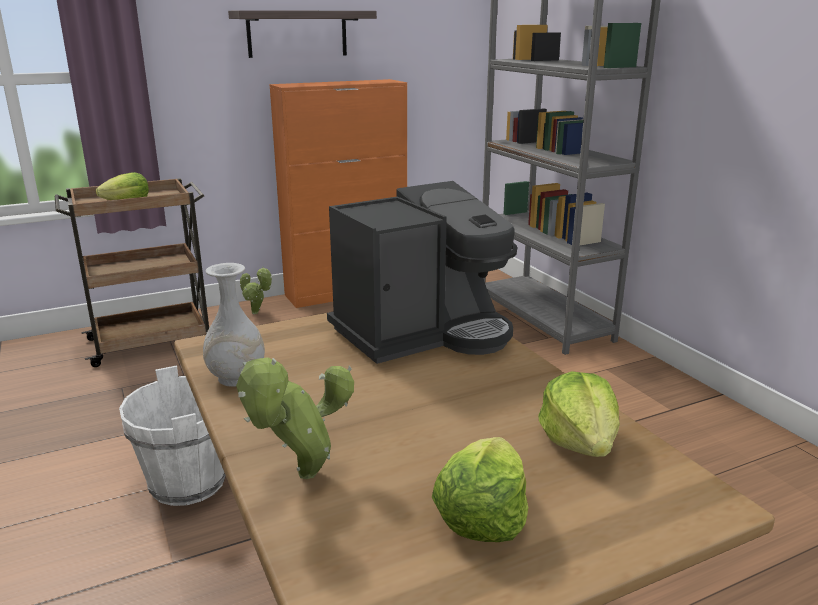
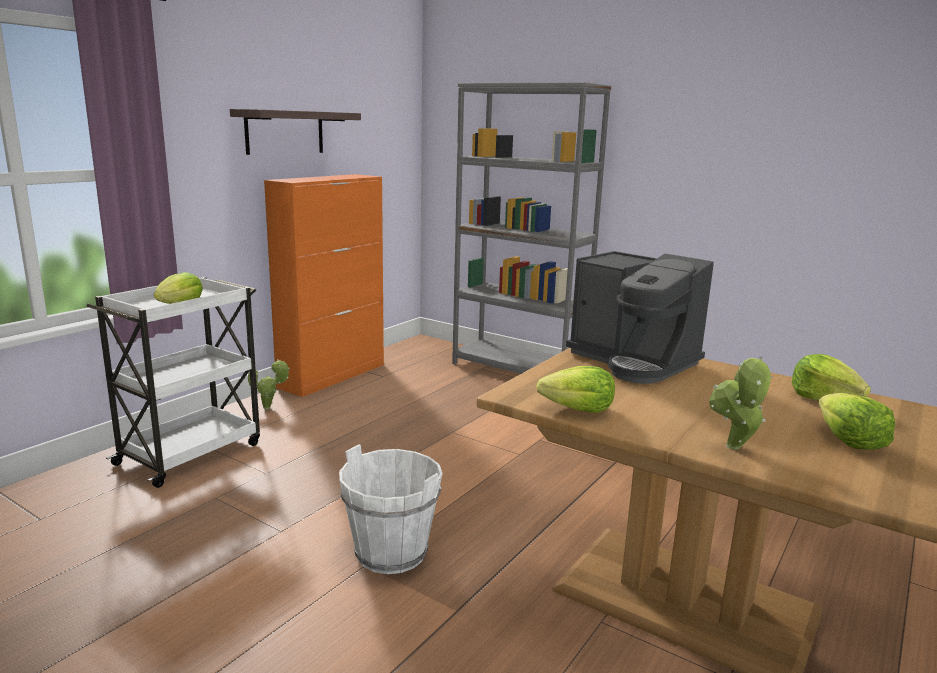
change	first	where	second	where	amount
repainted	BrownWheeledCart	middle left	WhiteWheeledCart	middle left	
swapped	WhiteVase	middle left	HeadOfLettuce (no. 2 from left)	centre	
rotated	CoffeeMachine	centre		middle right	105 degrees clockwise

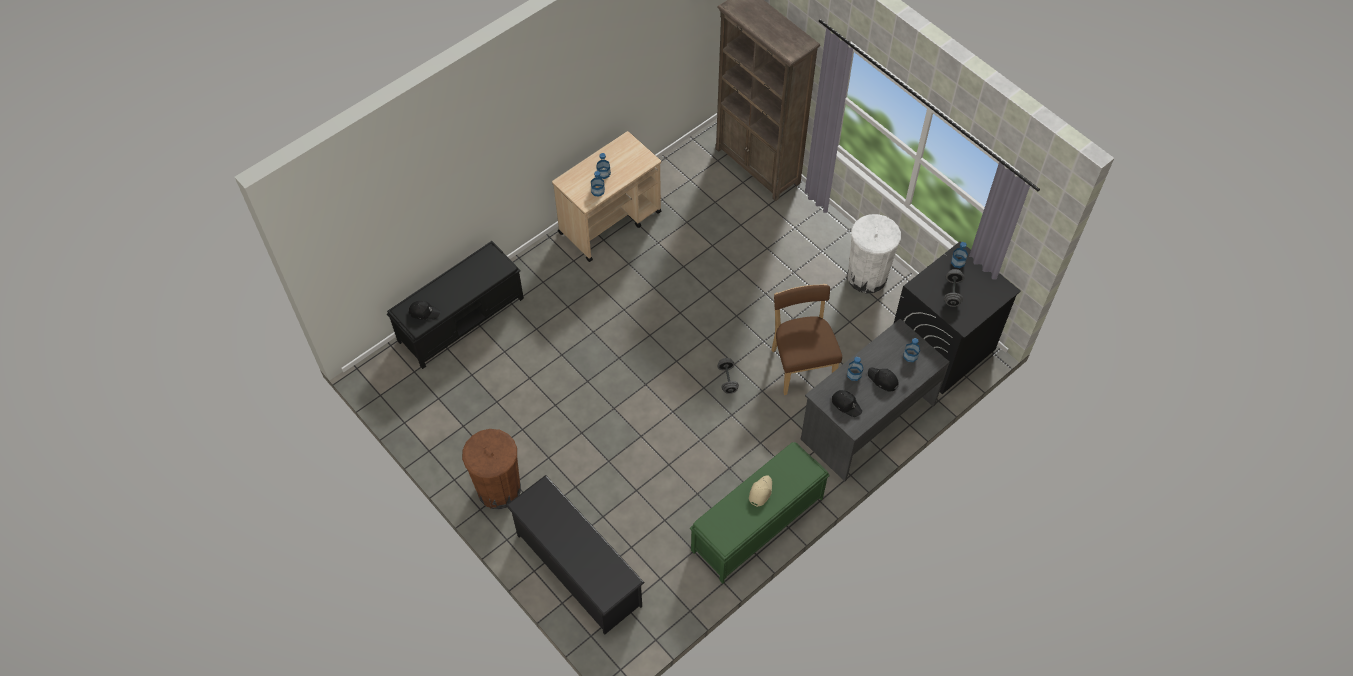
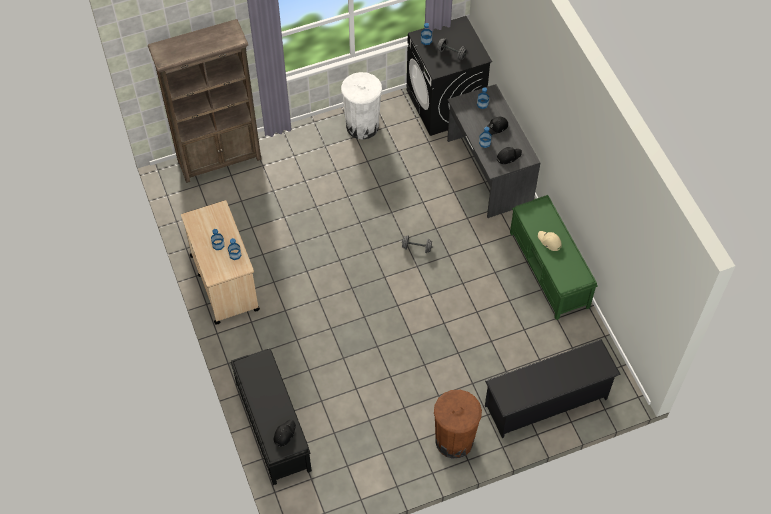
change	first	where	second	where	amount
gone	BrownPlainChair	centre			

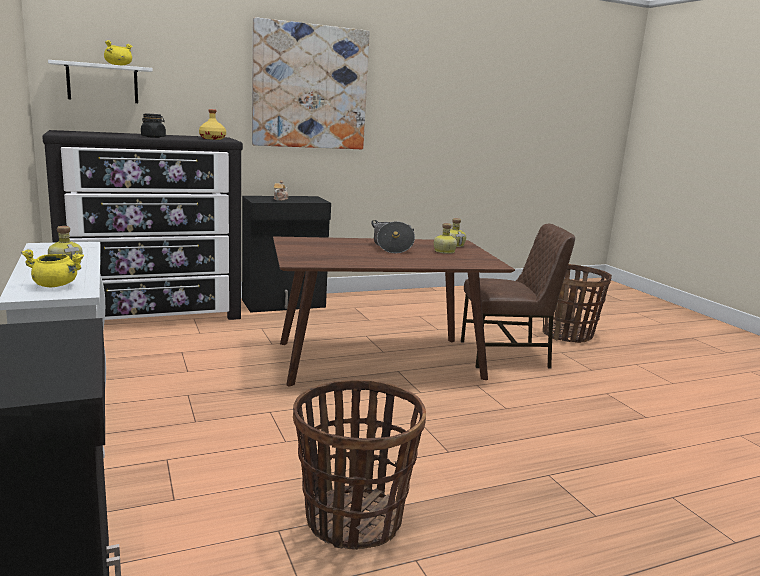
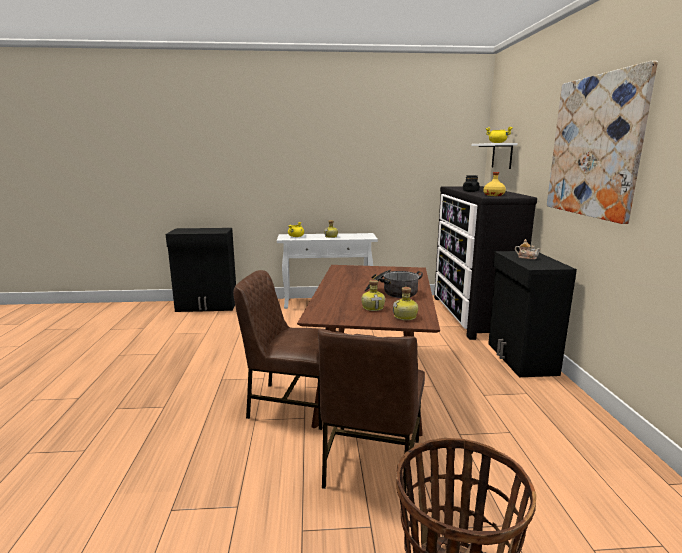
change	first	where	second	where	amount
gone	Basket (no. 1 from left)	bottom centre			
new			BrownPlainChair (no. 1 from left)	centre	

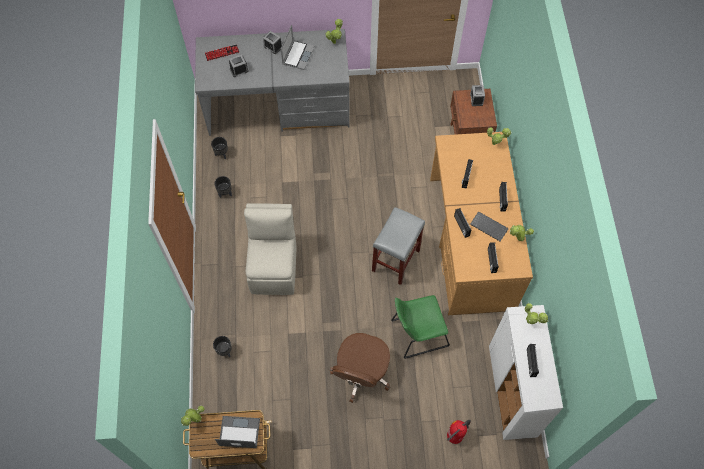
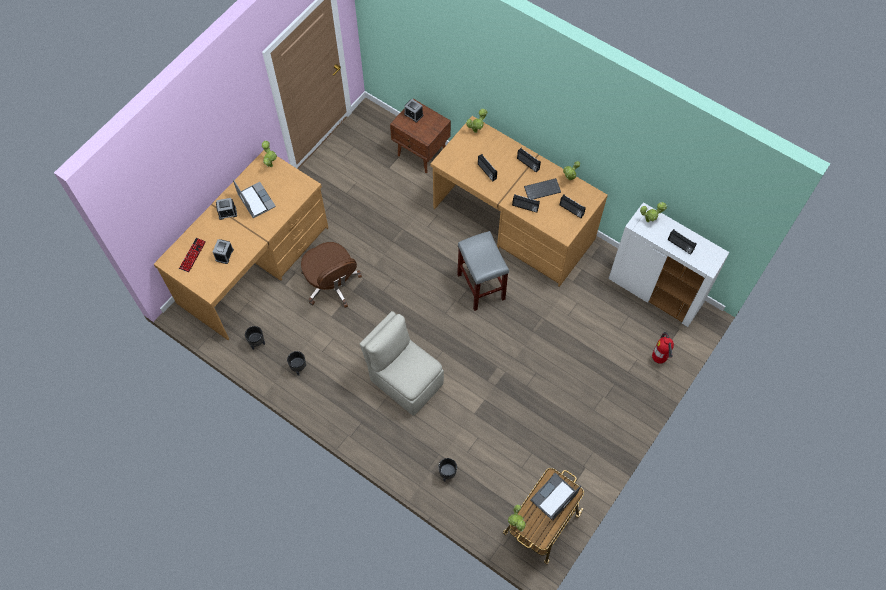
change	first	where	second	where	amount
repainted	GreyDeskUnit	top centre	BrownDeskUnit (no. 1 from left)	middle left	
shifted	BrownOfficeChair	bottom centre		centre	
gone	GreenPlainChair	bottom centre			

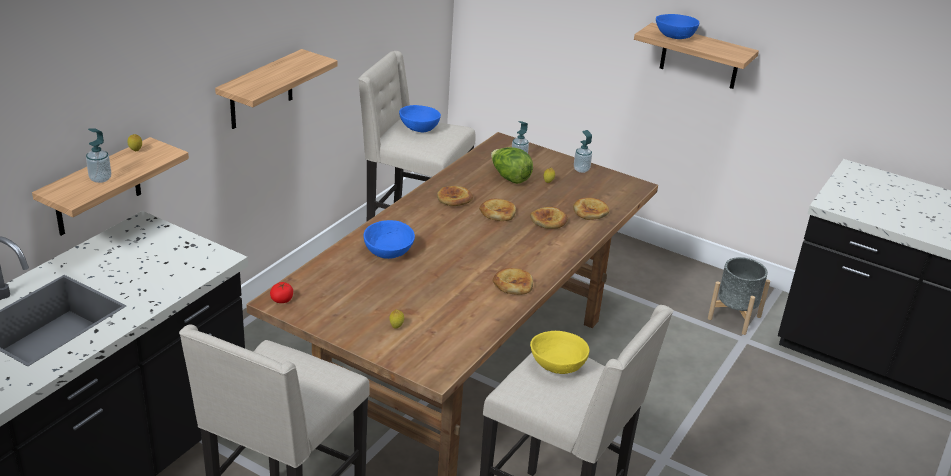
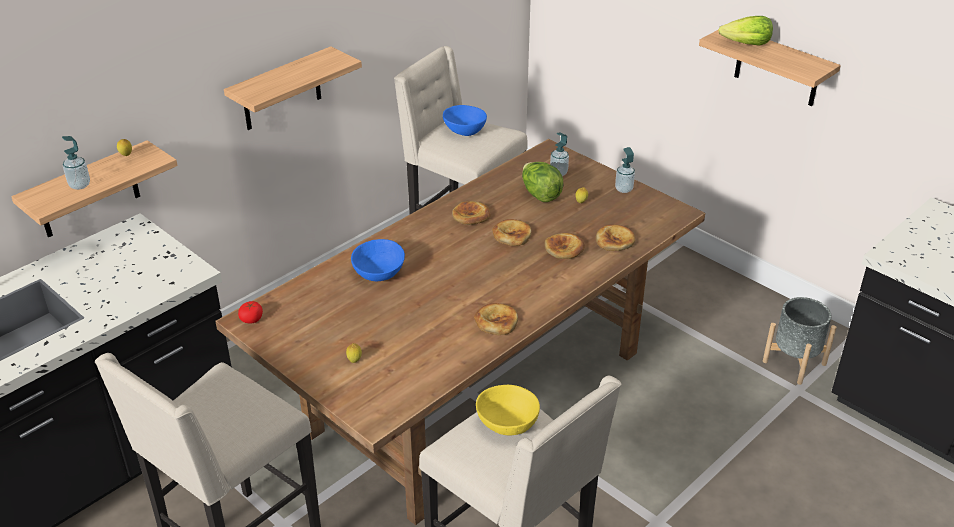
change	first	where	second	where	amount
swapped	BlueDeepDish (no. 3 from left)	top right	HeadOfLettuce (no. 2 from left)	top right	

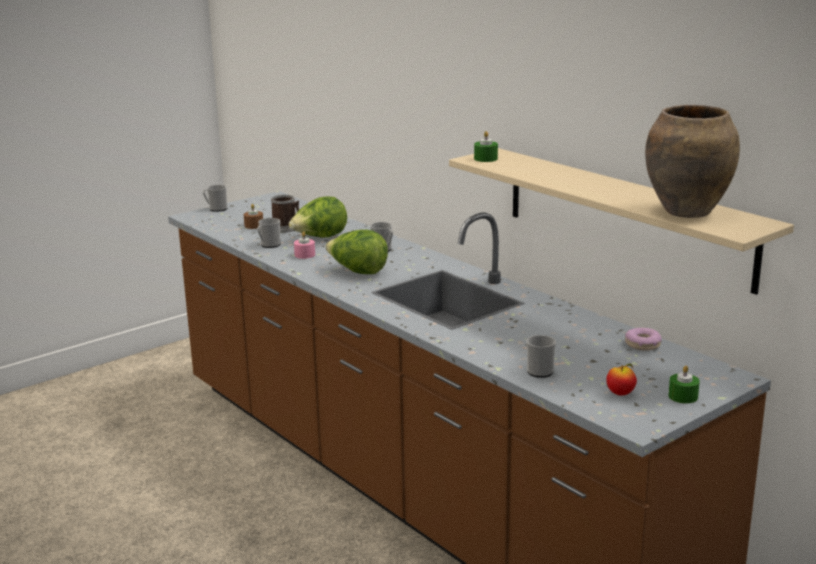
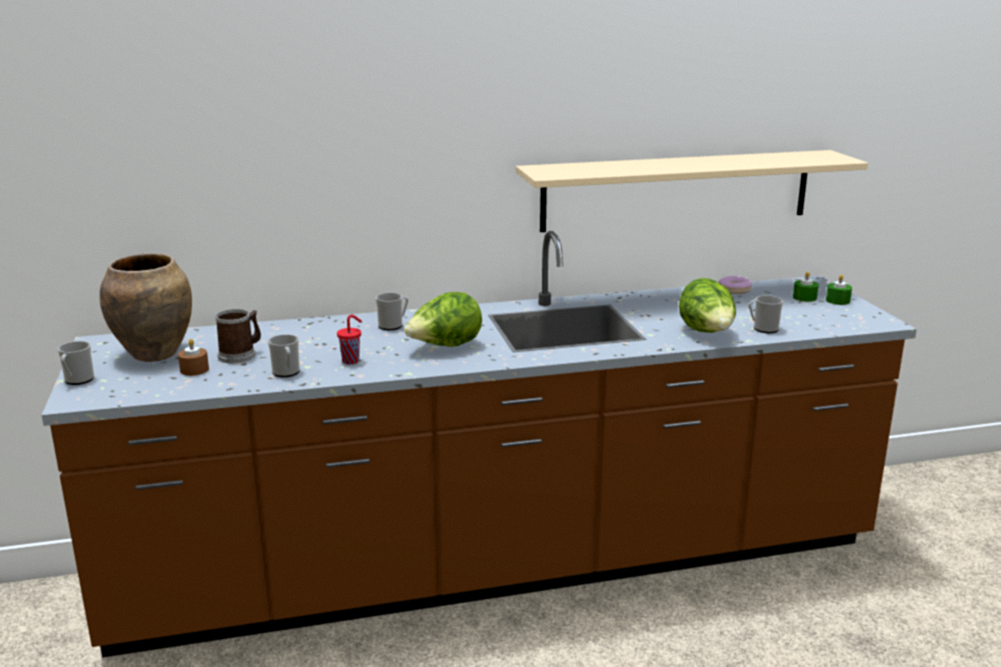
change	first	where	second	where	amount
shifted	HeadOfLettuce (no. 1 from left in the first image)	centre	HeadOfLettuce (no. 2 from left)	middle right	
swapped	PinkColouredWaxCandle	centre	RedColouredSmallCup	centre	
shifted	GreenWaxCandle (no. 1 from left)	top centre		middle right	
gone	AppleFruit	bottom right			
shifted	BrownVase	top right		middle left	

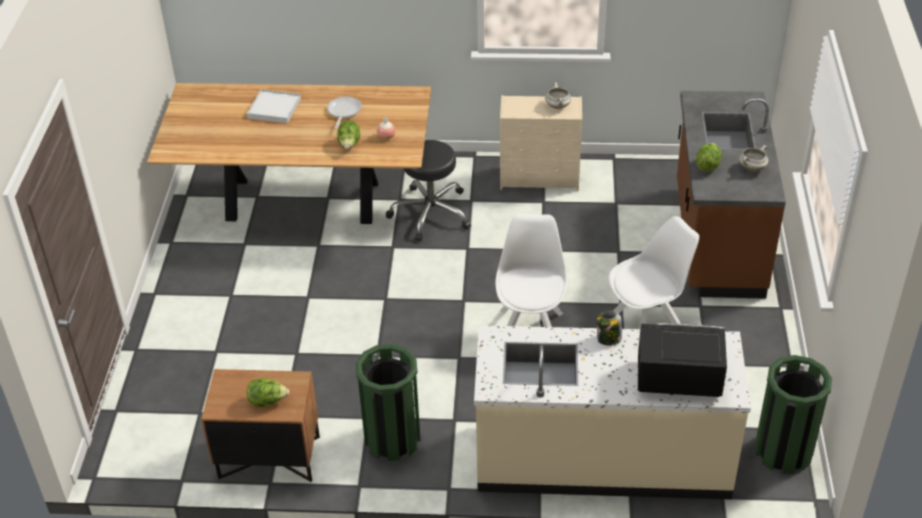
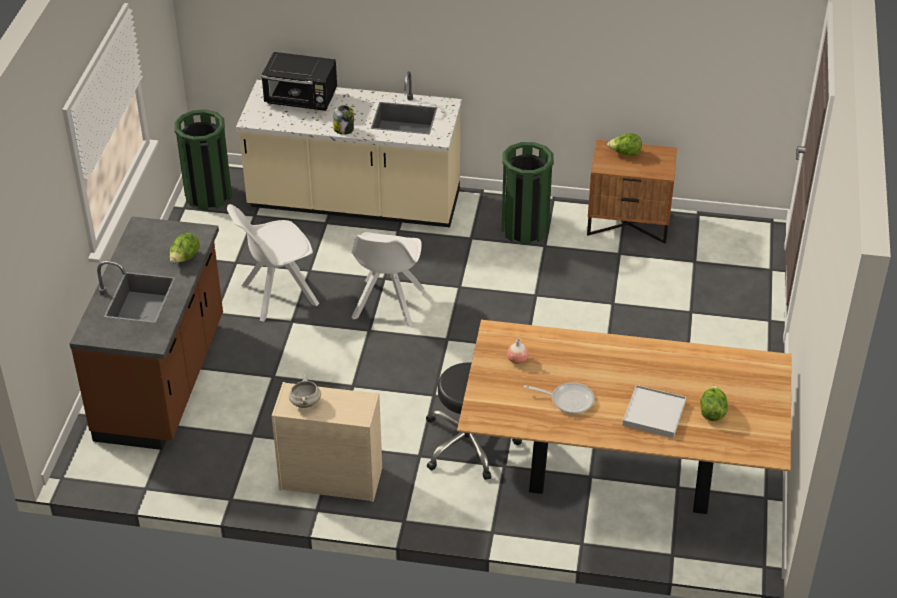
change	first	where	second	where	amount
rotated	Pan	top centre		centre	90 degrees counterclockwise
shifted	HeadOfLettuce (no. 2 from left in the first image)	top centre	HeadOfLettuce (no. 3 from left)	bottom right	
gone	WhiteSaucepot (no. 2 from left)	top right			

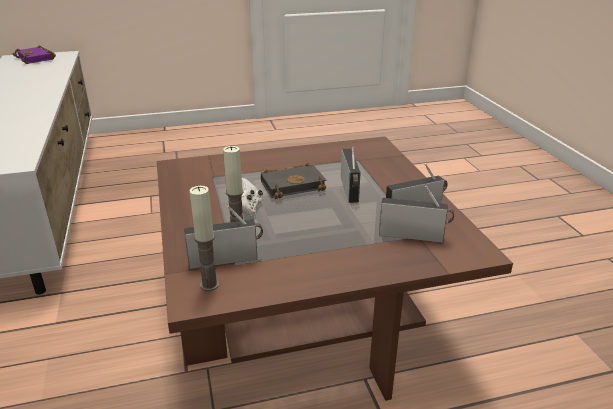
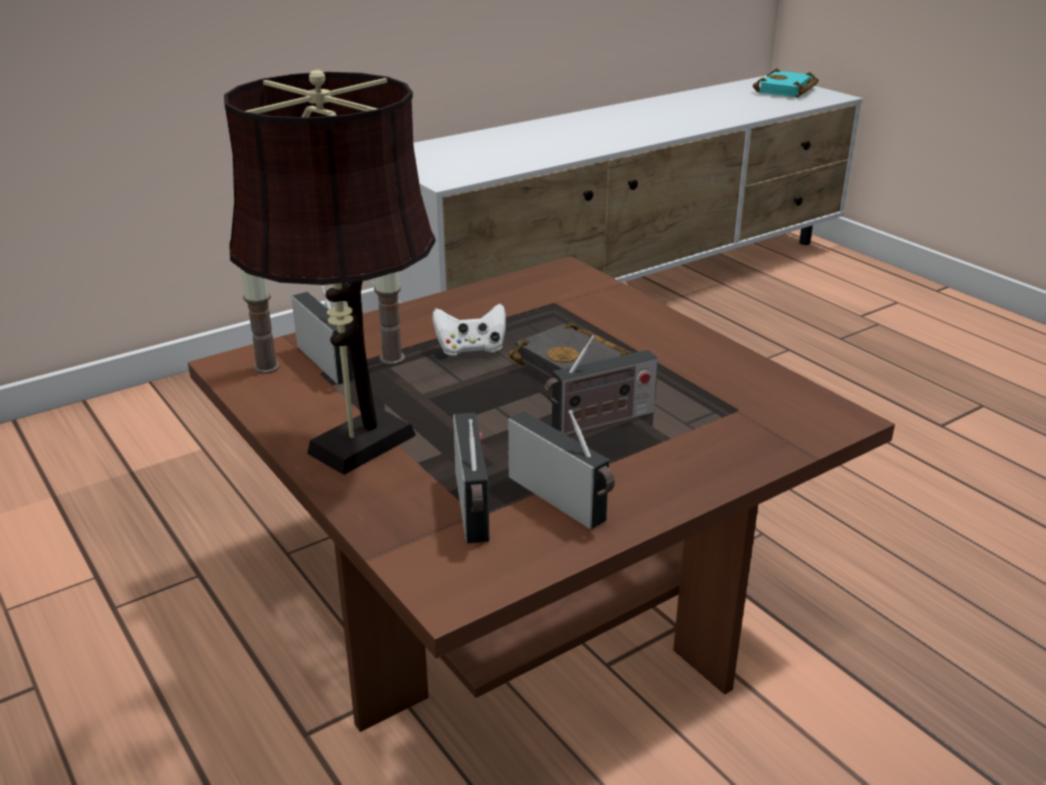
change	first	where	second	where	amount
repainted	PurpleColouredVolume	top left	BlueGreenVolume	top right	
new			BrownTabletopLamp	middle left	

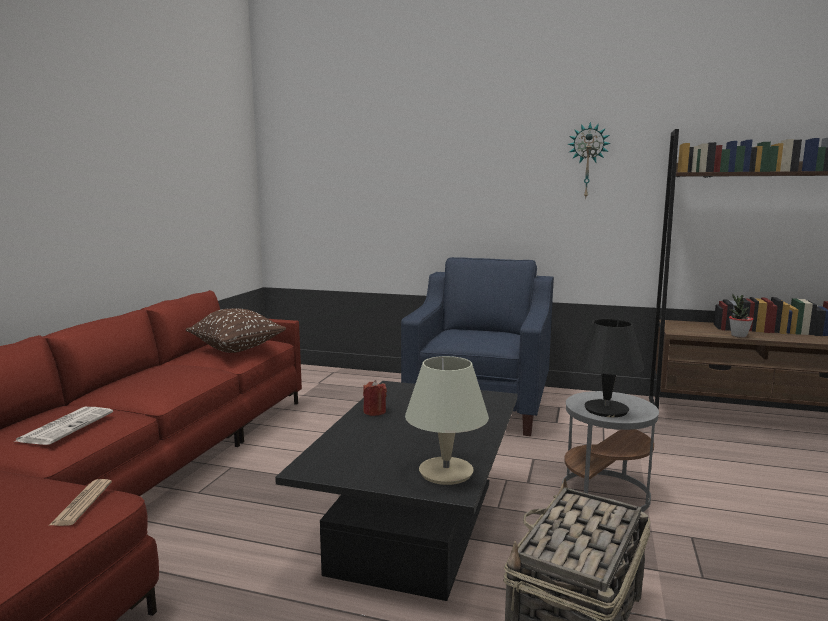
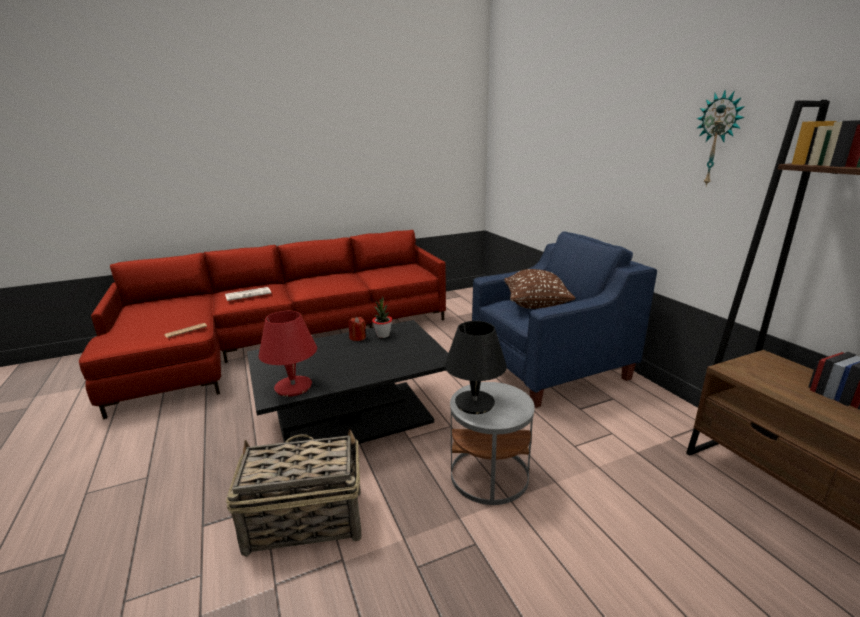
change	first	where	second	where	amount
shifted	BrownCushion	middle left		centre	
repainted	SandColouredTabletopLamp	bottom centre	RedColouredTabletopLamp	centre	
shifted	Houseplant	middle right		centre	

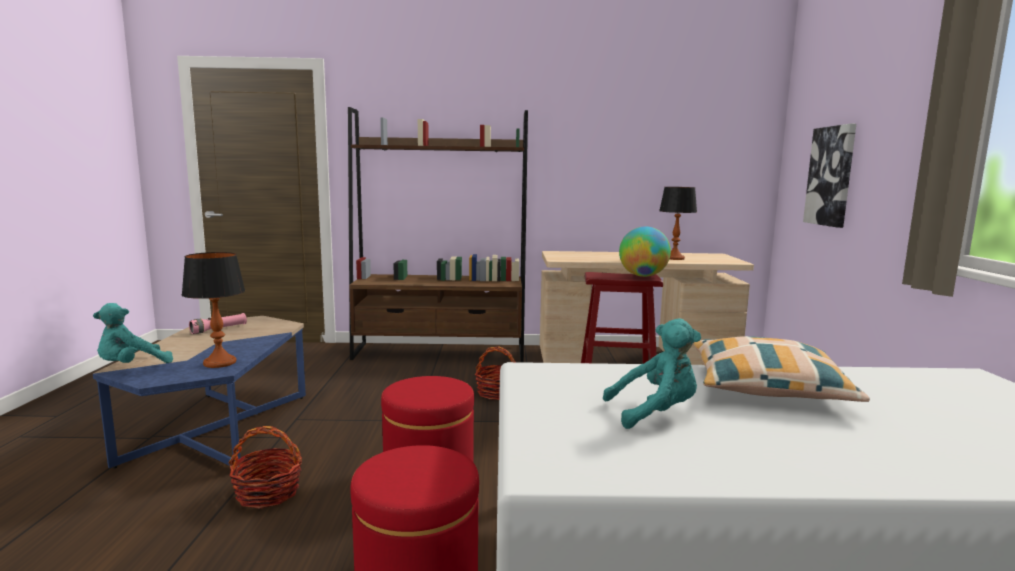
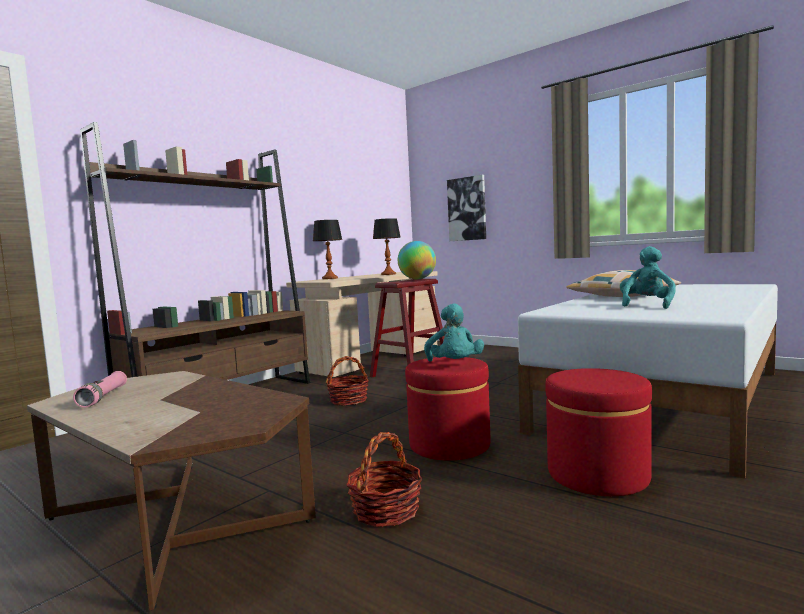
change	first	where	second	where	amount
shifted	BlueGreenCuddlyToy (no. 1 from left)	middle left		centre	
repainted	BlueCoffeeTable	bottom left	BrownCoffeeTable	bottom left	
shifted	TabletopLamp (no. 1 from left)	middle left		centre	

